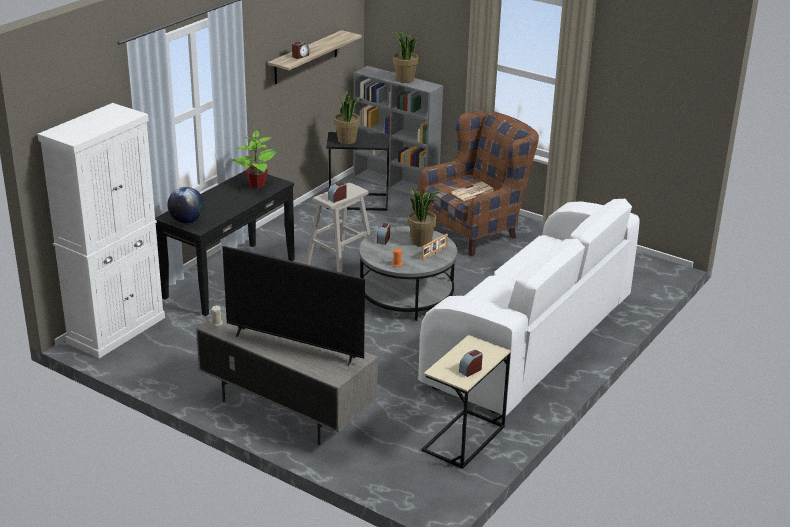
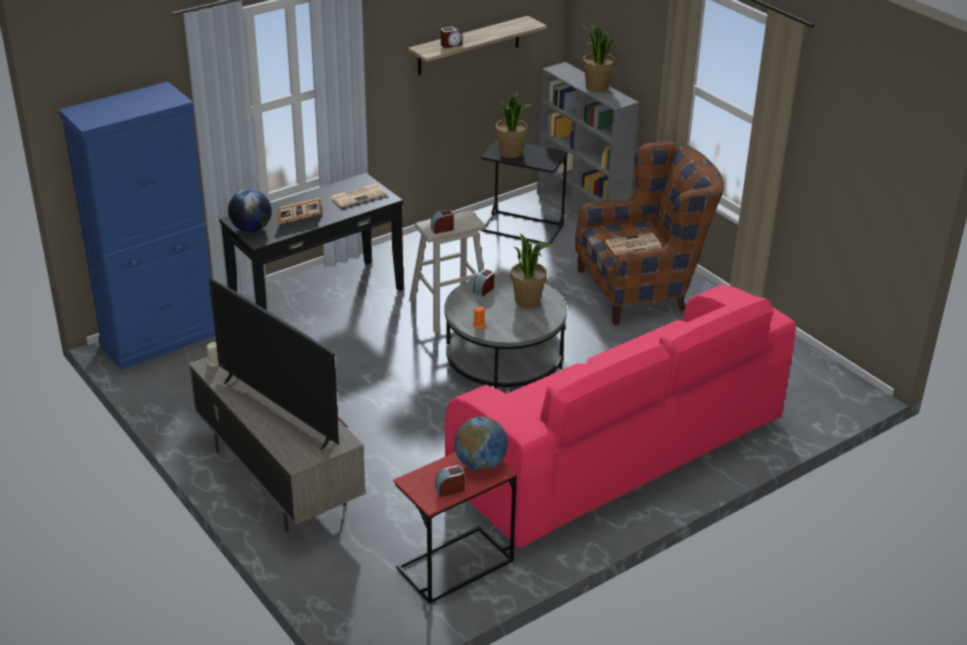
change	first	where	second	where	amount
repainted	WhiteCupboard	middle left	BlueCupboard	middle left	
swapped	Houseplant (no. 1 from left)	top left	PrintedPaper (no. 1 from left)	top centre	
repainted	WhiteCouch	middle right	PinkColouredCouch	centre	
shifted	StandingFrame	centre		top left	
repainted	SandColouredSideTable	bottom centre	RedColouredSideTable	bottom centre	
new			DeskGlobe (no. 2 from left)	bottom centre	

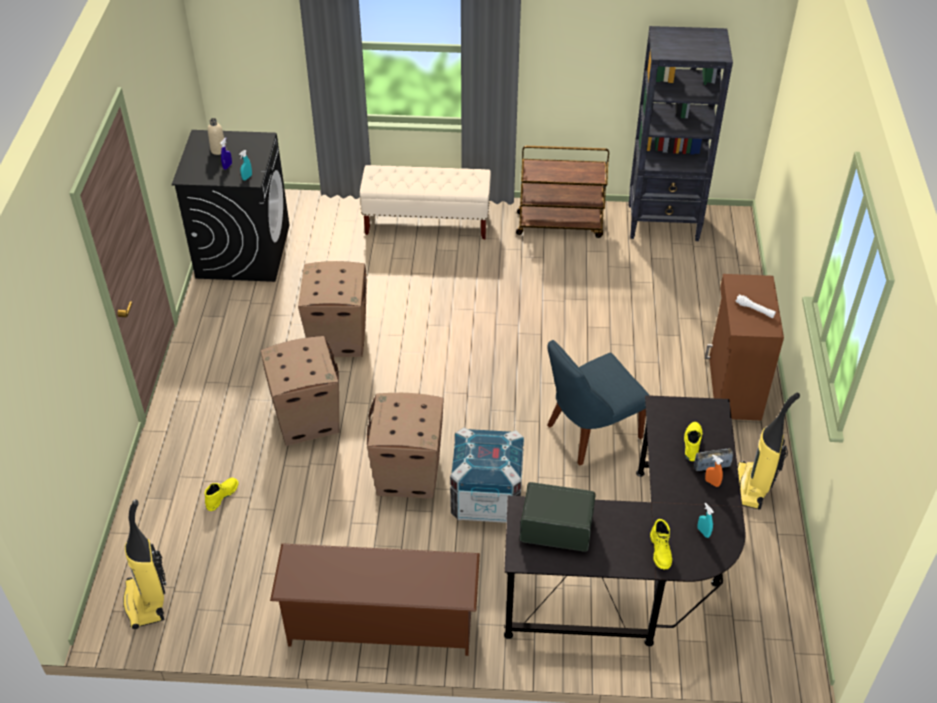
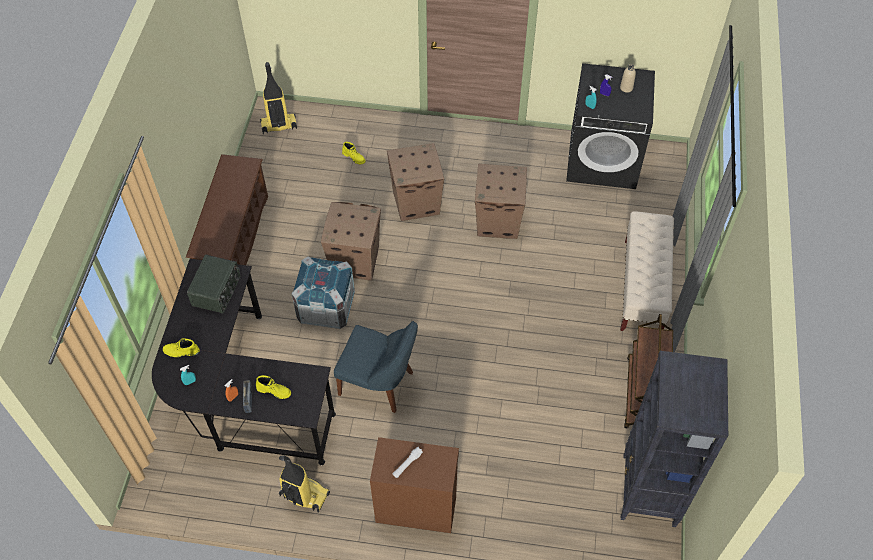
change	first	where	second	where	amount
rotated	BluePlainChair	centre		centre	135 degrees clockwise

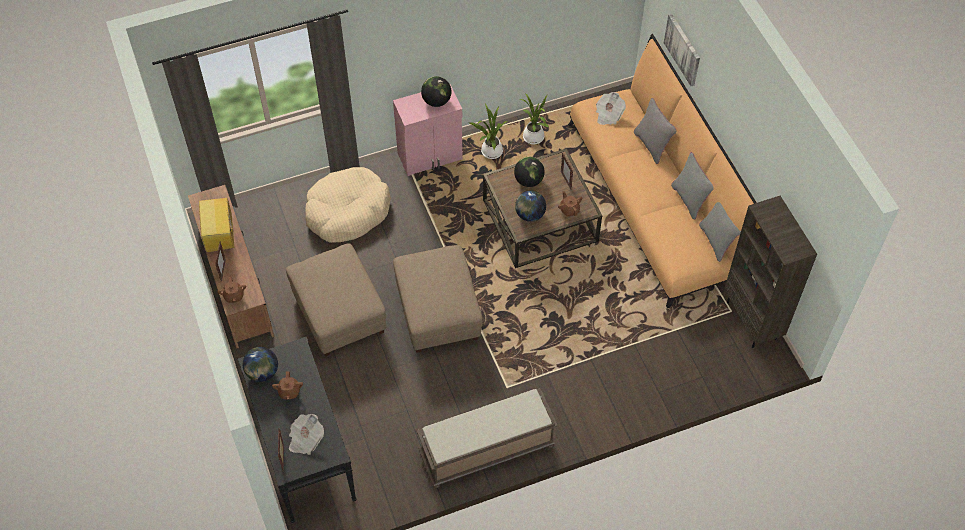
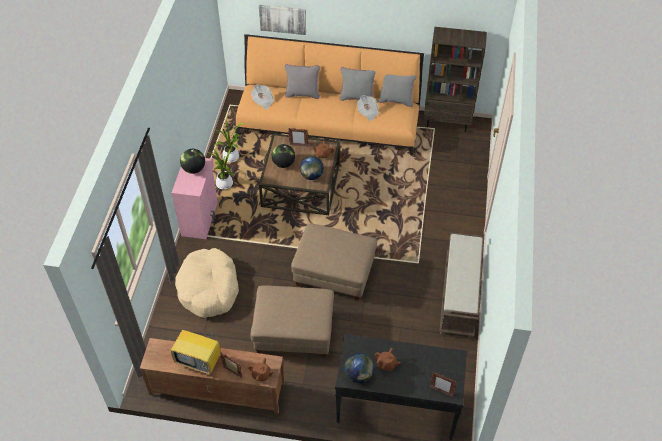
change	first	where	second	where	amount
shifted	PrintedPaper (no. 1 from left in the first image)	bottom left	PrintedPaper (no. 2 from left)	top centre	

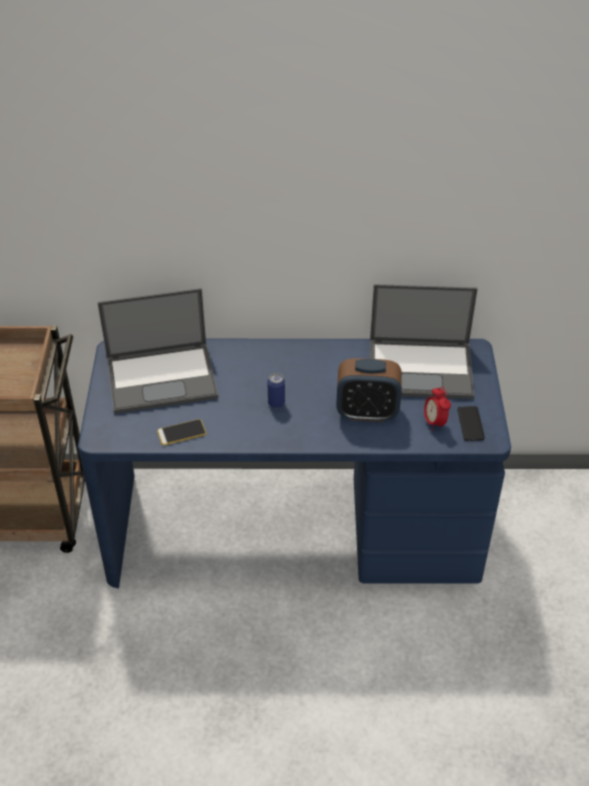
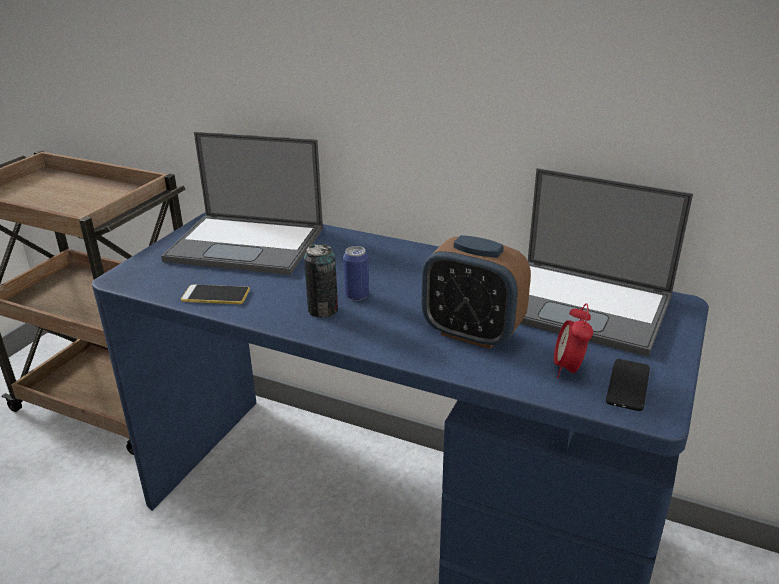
change	first	where	second	where	amount
new			MetalCan (no. 1 from left)	centre	

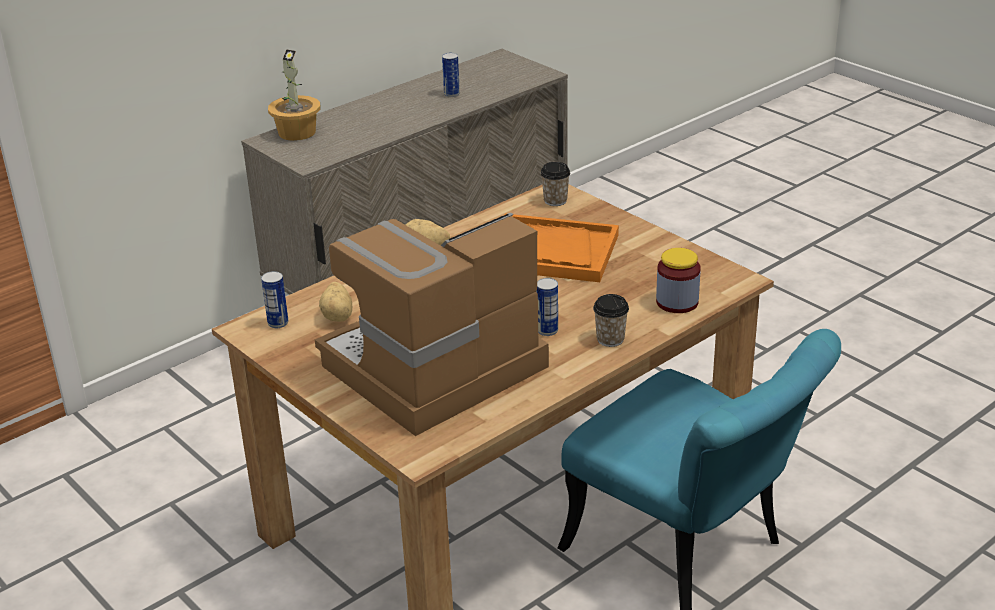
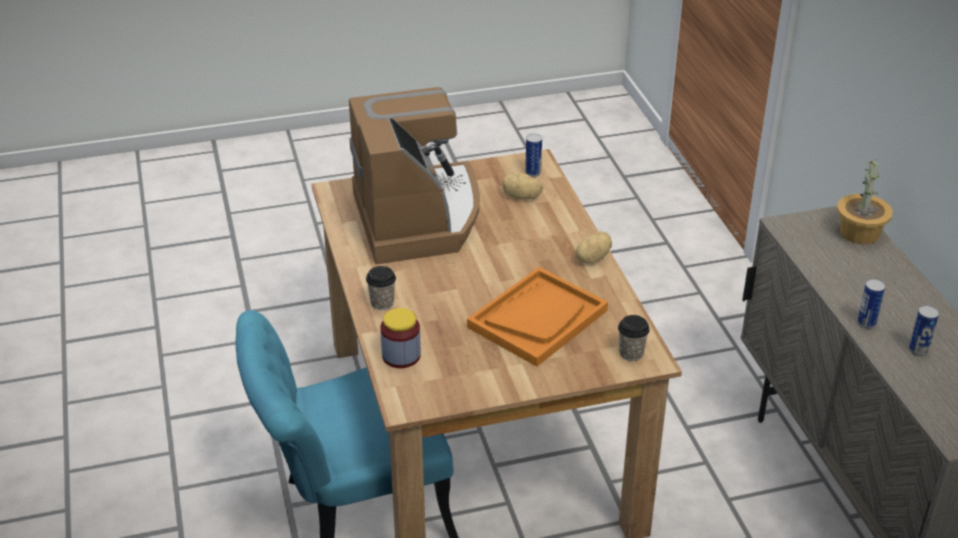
change	first	where	second	where	amount
shifted	MetalCan (no. 3 from left in the first image)	centre	MetalCan (no. 2 from left)	middle right	

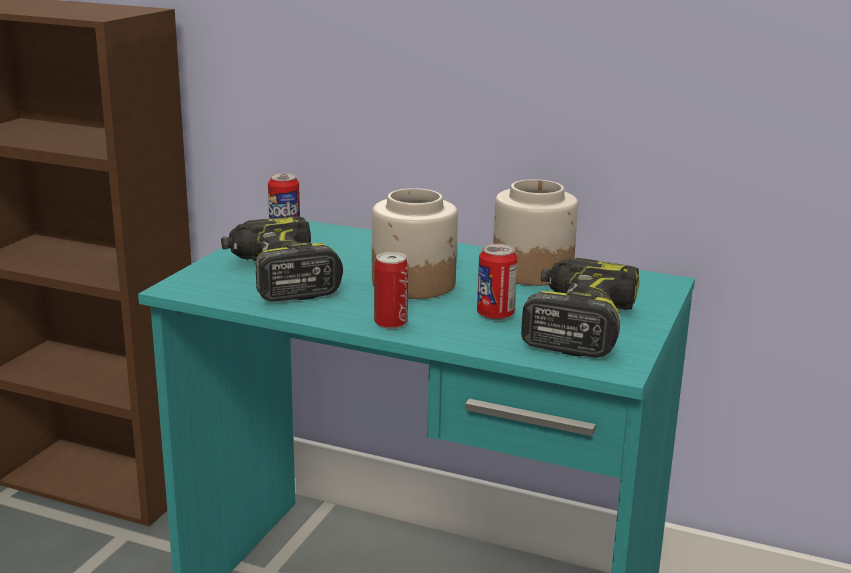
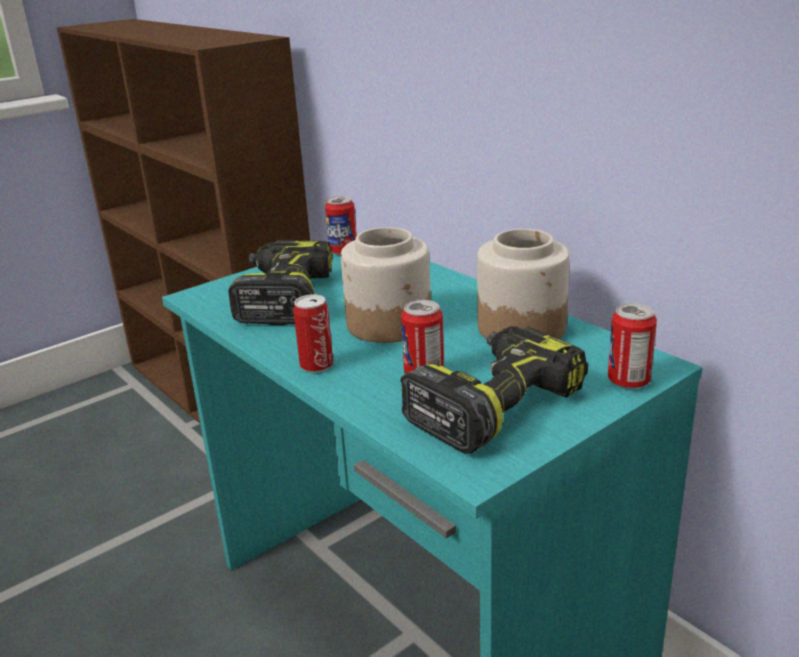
change	first	where	second	where	amount
new			MetalCan (no. 4 from left)	middle right	

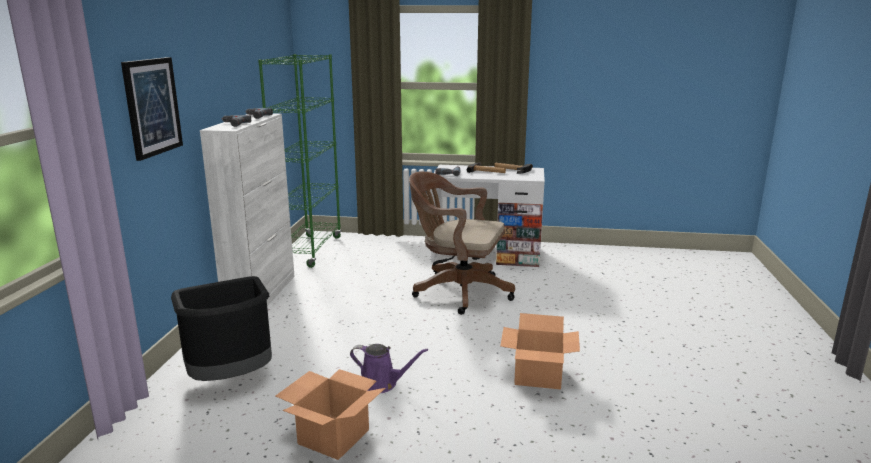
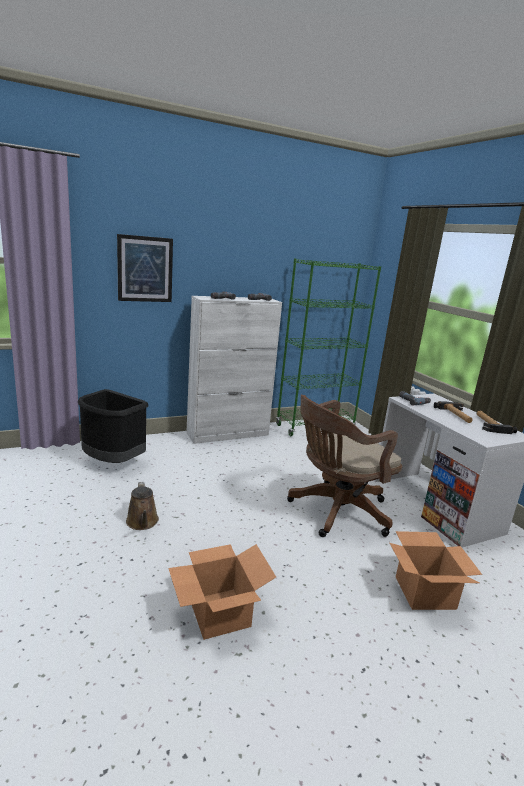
change	first	where	second	where	amount
shifted	Carton (no. 1 from left in the first image)	bottom centre	Carton (no. 2 from left)	bottom right	
repainted	PurpleColouredWateringPot	bottom centre	BrownWateringPot	middle left	
rotated	BrownOfficeChair	centre		centre	105 degrees counterclockwise

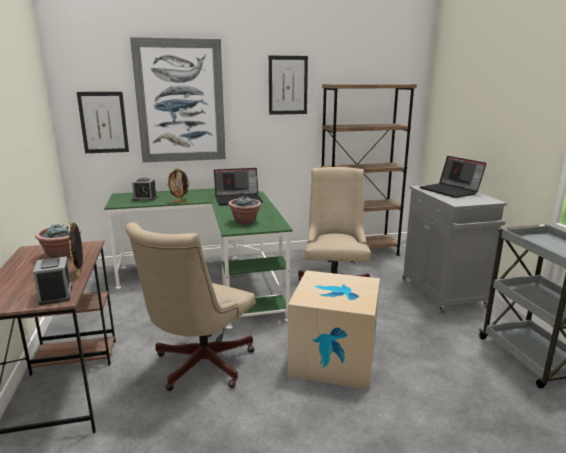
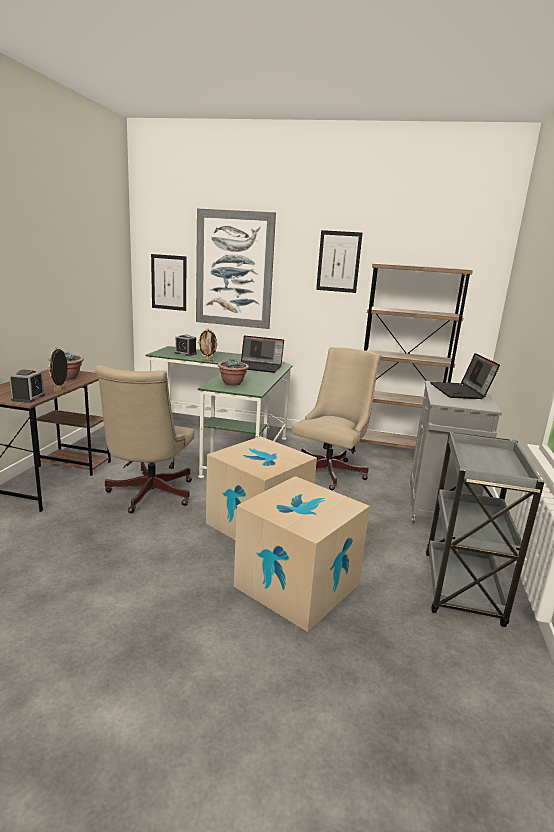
change	first	where	second	where	amount
rotated	SandColouredOfficeChair (no. 1 from left)	bottom centre		middle left	45 degrees counterclockwise
new			Carton (no. 2 from left)	centre	

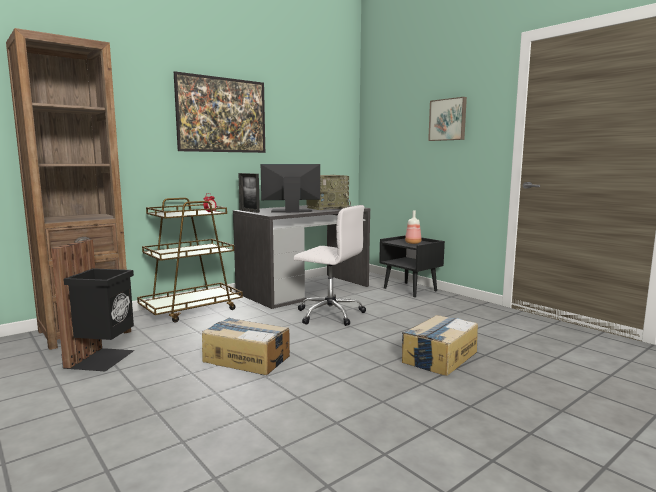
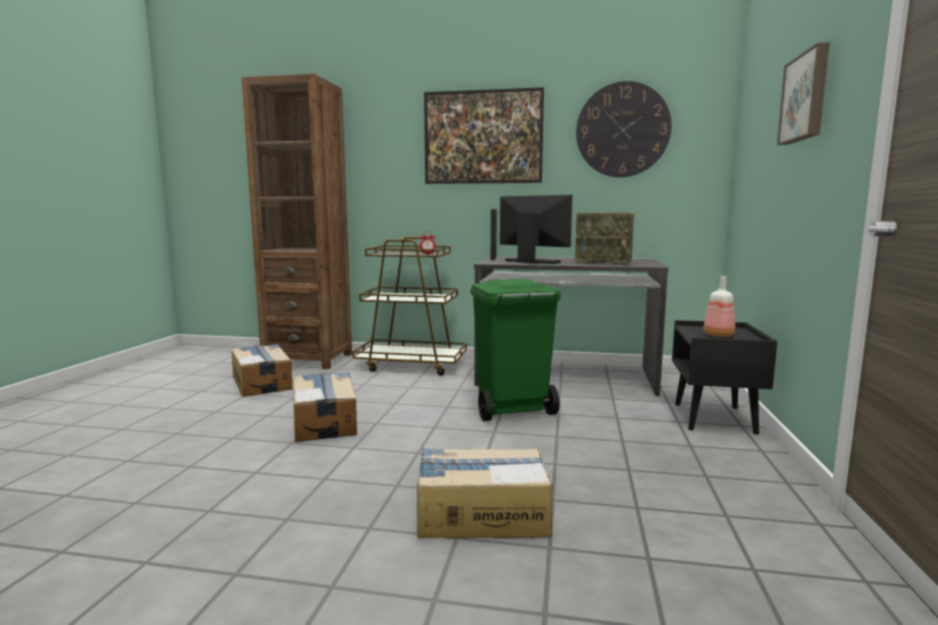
change	first	where	second	where	amount
swapped	BlackishWasteBin	middle left	Carton (no. 1 from left)	middle left	
swapped	WhiteOfficeChair	centre	GreenWasteBin	centre	
new			WallClock	top centre	

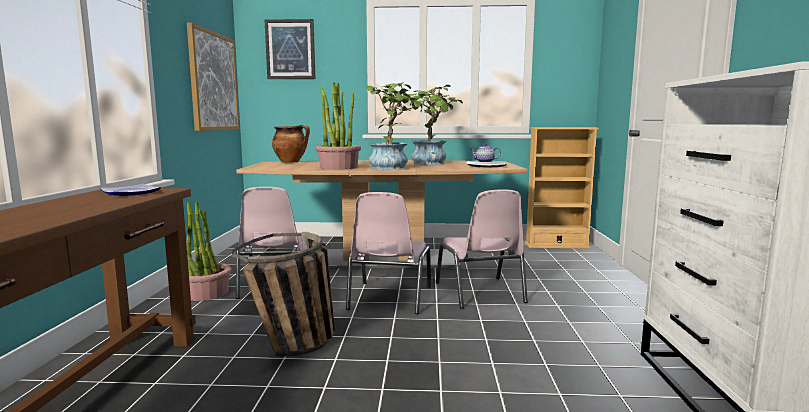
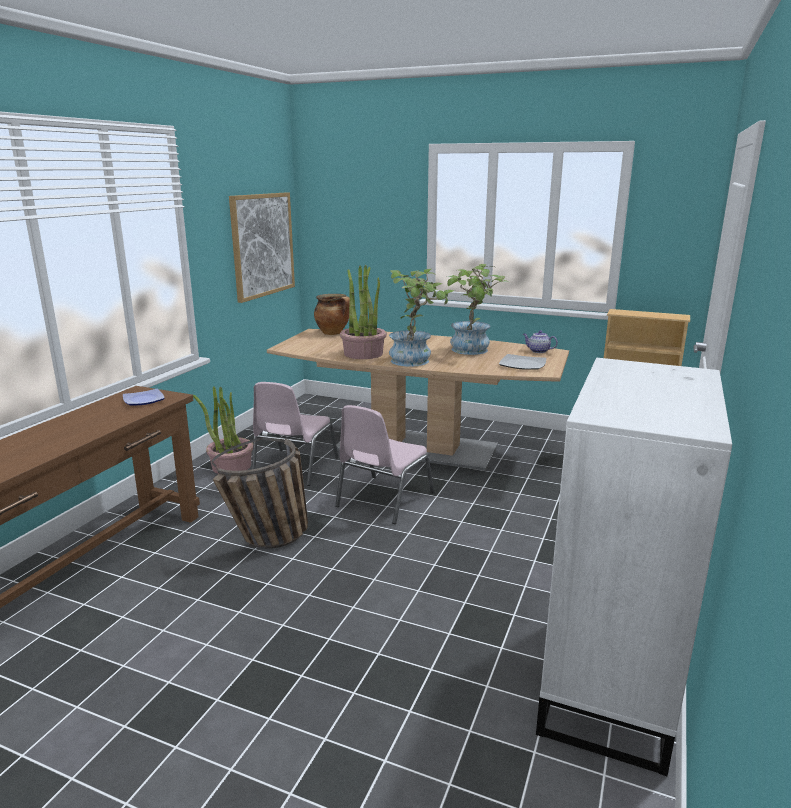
change	first	where	second	where	amount
gone	WallArt (no. 2 from left)	top centre			
gone	PinkColouredPlainChair (no. 3 from left)	centre			

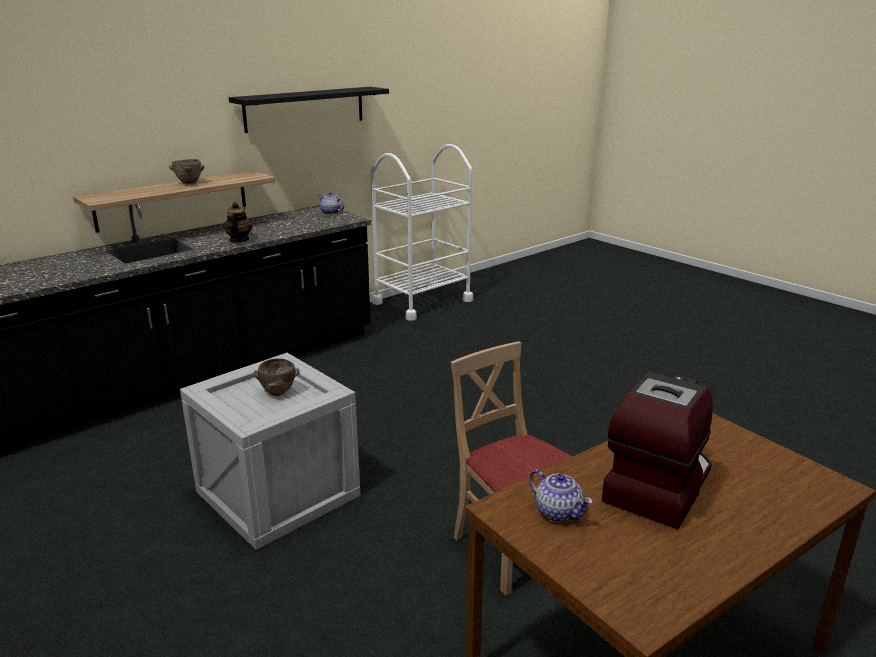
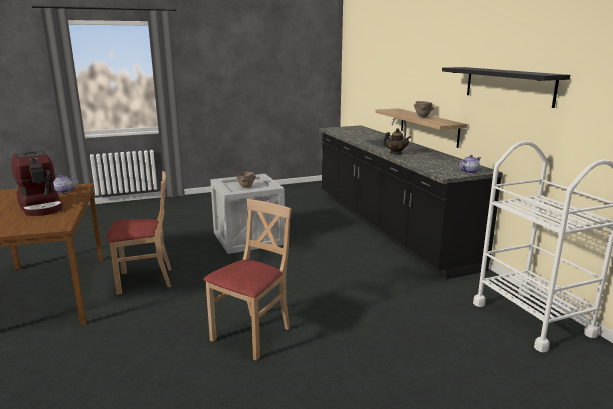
change	first	where	second	where	amount
new			SandColouredPlainChair (no. 2 from left)	bottom centre	

